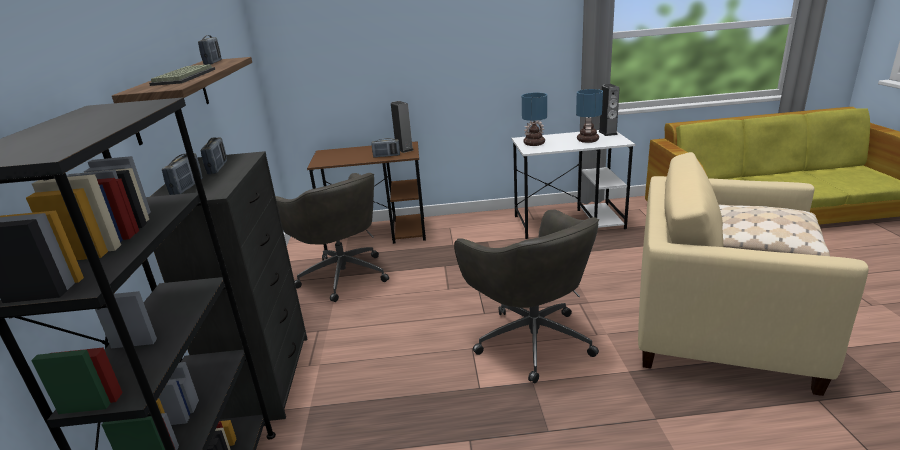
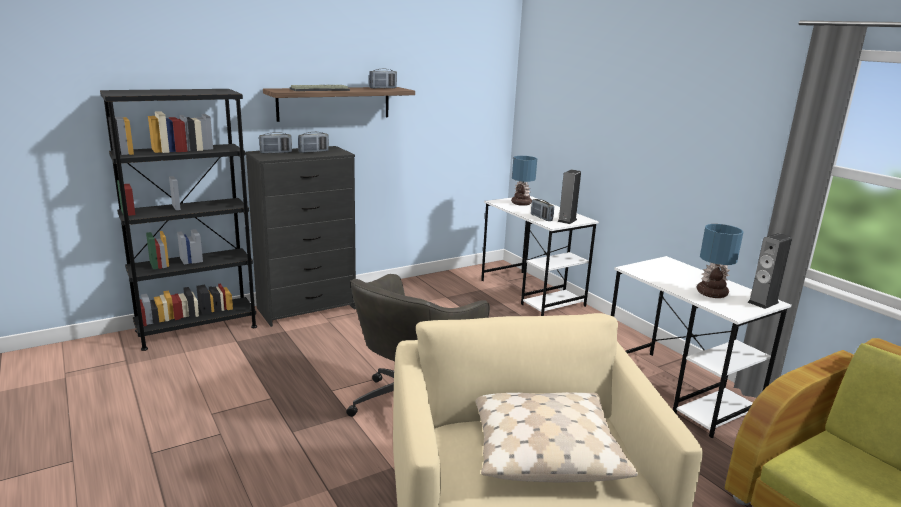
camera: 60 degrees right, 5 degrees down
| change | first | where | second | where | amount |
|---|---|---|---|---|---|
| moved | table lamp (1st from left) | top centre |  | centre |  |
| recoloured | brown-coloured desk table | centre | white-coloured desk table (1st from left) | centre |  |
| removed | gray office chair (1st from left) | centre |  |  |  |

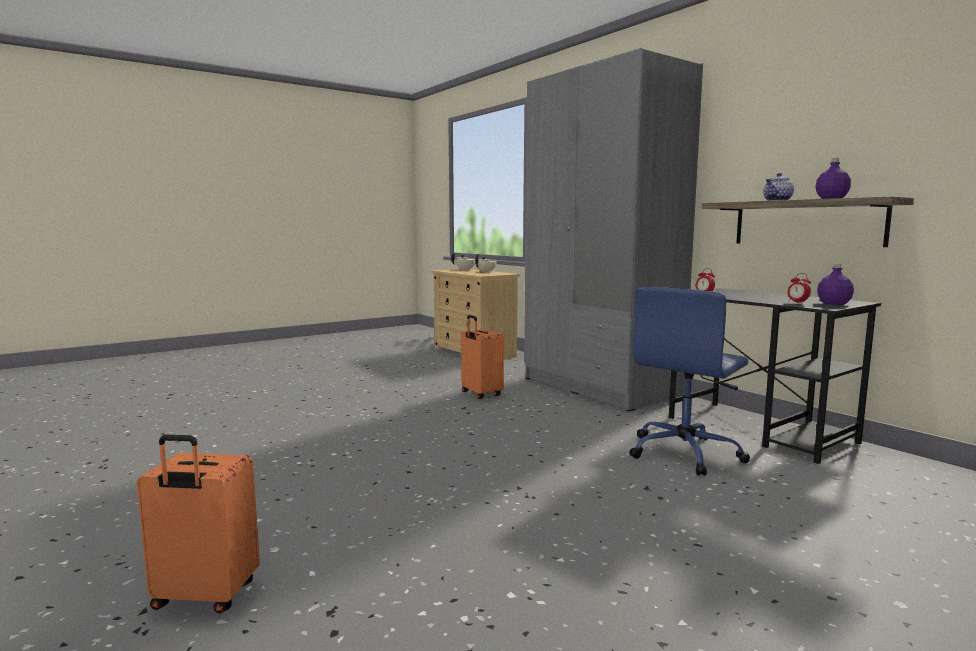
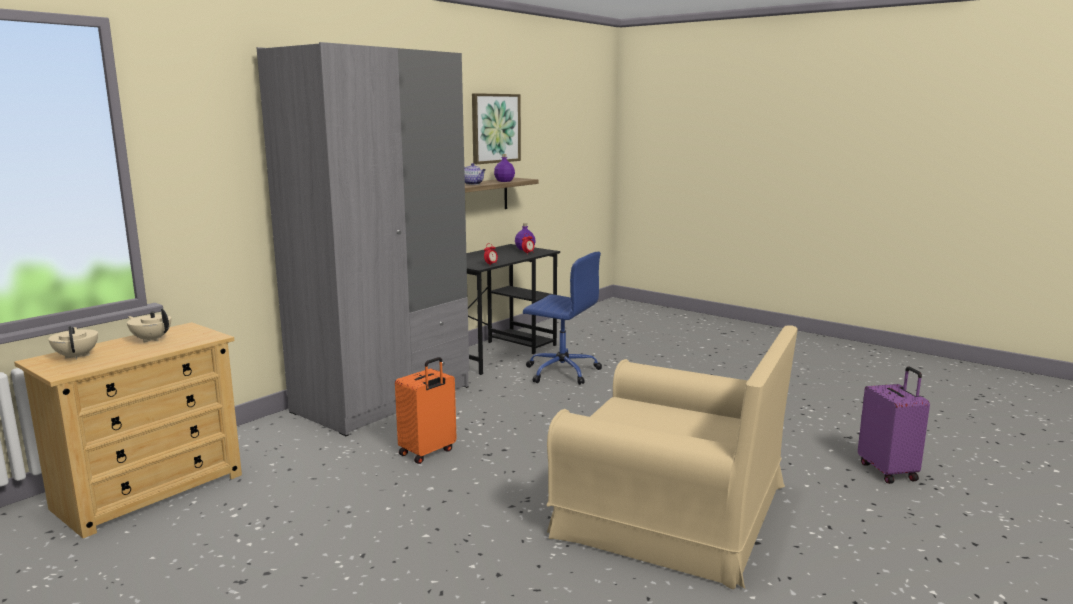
camera: 105 degrees left, 5 degrees up
| change | first | where | second | where | amount |
|---|---|---|---|---|---|
| recoloured | orange-coloured suitcase (1st from left) | bottom left | purple-coloured suitcase | bottom right |  |
| added |  |  | wall art | top centre |  |
| added |  |  | beige easy chair | bottom centre |  |

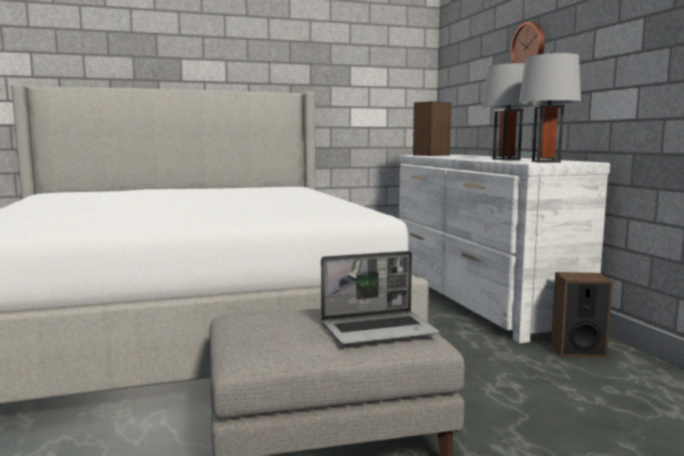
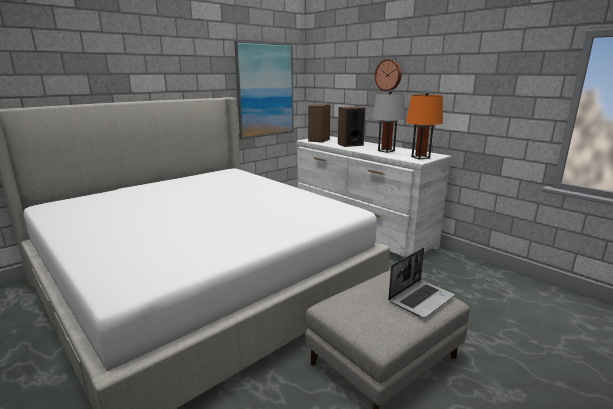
camera: 25 degrees left, 10 degrees up
| change | first | where | second | where | amount |
|---|---|---|---|---|---|
| recoloured | gray table lamp (2nd from left) | top right | orange-coloured table lamp | top right |  |
| moved | audio speaker (2nd from left) | bottom right |  | top centre |  |
| added |  |  | wall art | top centre |  |

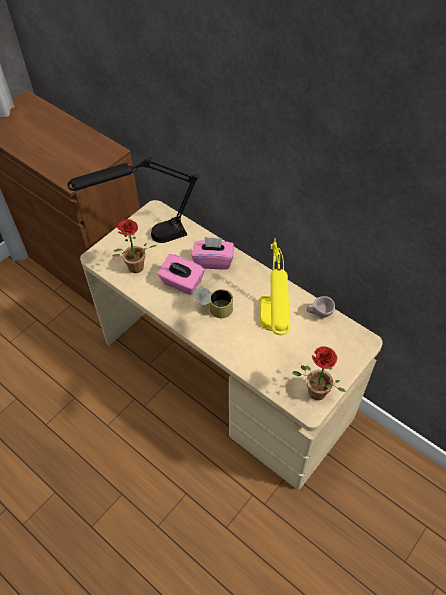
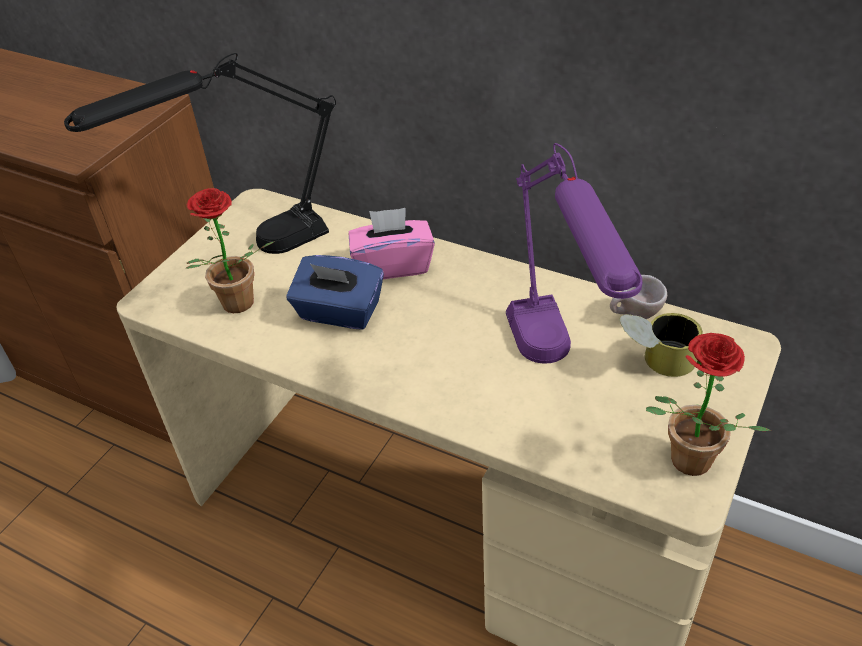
camera: 10 degrees left, 10 degrees down
| change | first | where | second | where | amount |
|---|---|---|---|---|---|
| recoloured | yellow-coloured table lamp | centre | purple-coloured table lamp | centre |  |
| recoloured | pink-coloured tissue box (1st from left) | centre | blue tissue box | centre |  |
| moved | sealed can | centre |  | middle right |  |

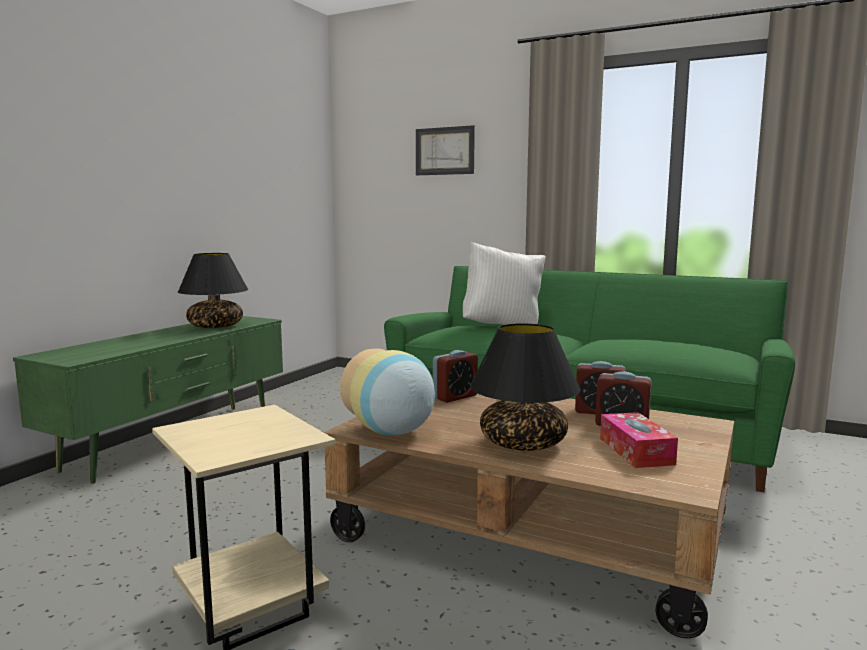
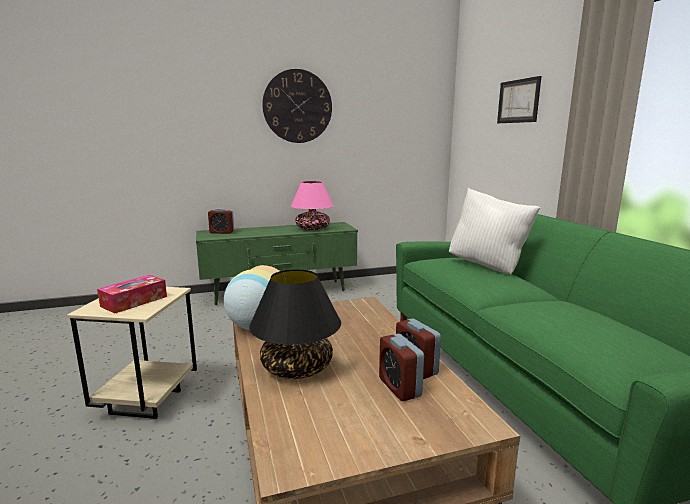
camera: 45 degrees right, 5 degrees up
| change | first | where | second | where | amount |
|---|---|---|---|---|---|
| recoloured | blackish table lamp (1st from left) | middle left | pink-coloured table lamp | centre |  |
| moved | table clock (1st from left) | centre |  | middle left |  |
| moved | tissue box | bottom right |  | middle left |  |
| added |  |  | clock on the wall | top centre |  |

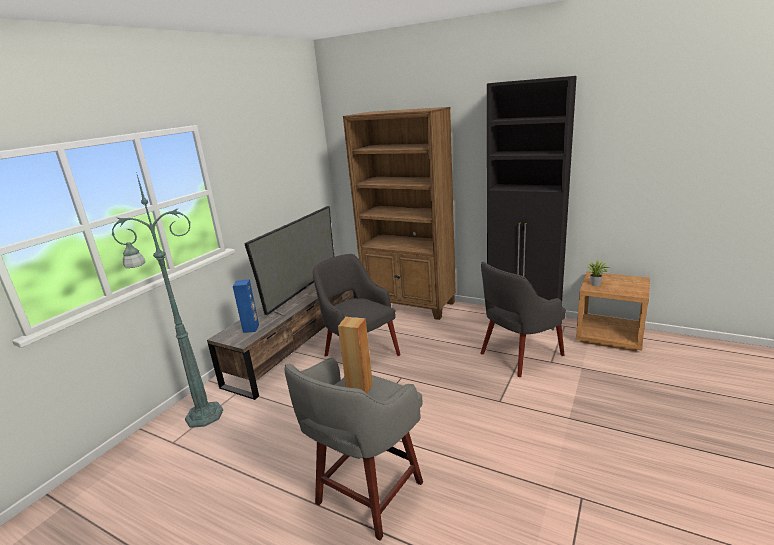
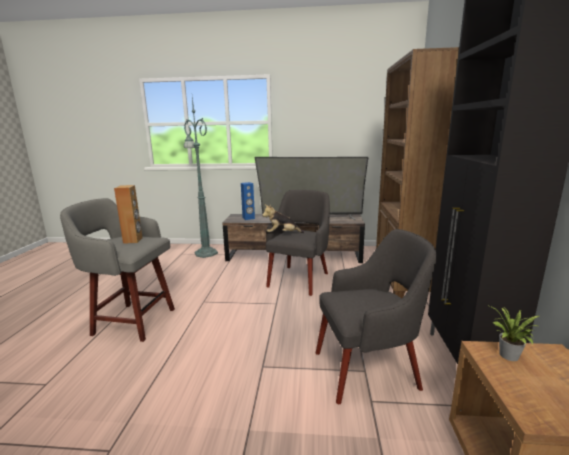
camera: 65 degrees right, 5 degrees down
| change | first | where | second | where | amount |
|---|---|---|---|---|---|
| turned | gray easy chair (2nd from left) | middle right |  | bottom centre | 135 degrees clockwise |
| added |  |  | plush toy | centre |  |

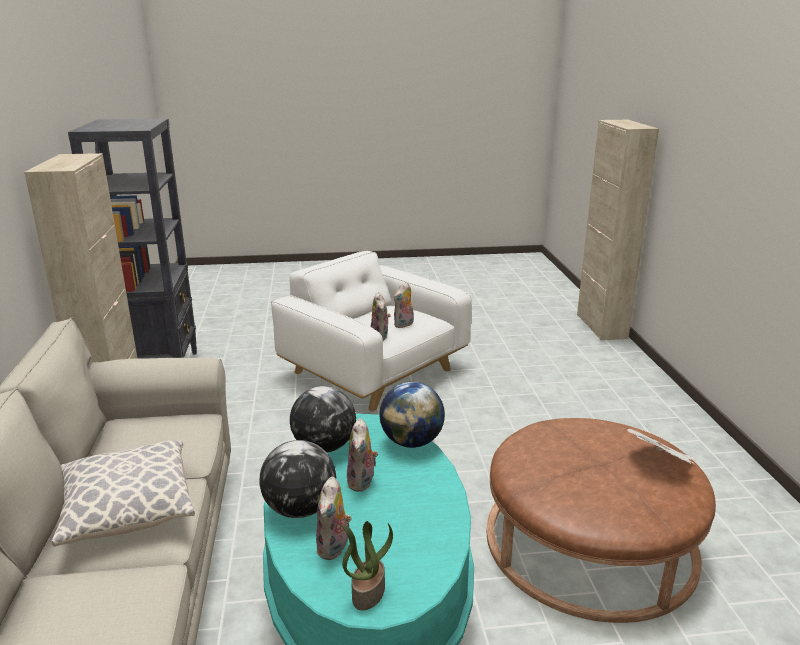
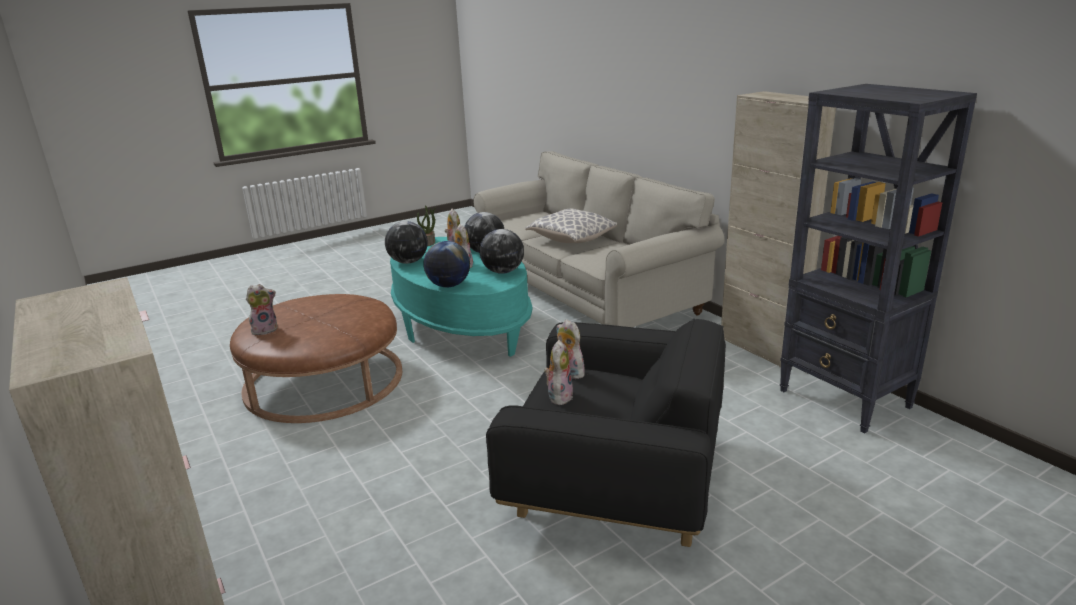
camera: 155 degrees right, 0 degrees up
| change | first | where | second | where | amount |
|---|---|---|---|---|---|
| recoloured | white-coloured easy chair | centre | blackish easy chair | bottom centre |  |
| replaced | printed paper | bottom right | plush toy (1st from left) | middle left |  |
| added |  |  | globe (1st from left) | centre |  |

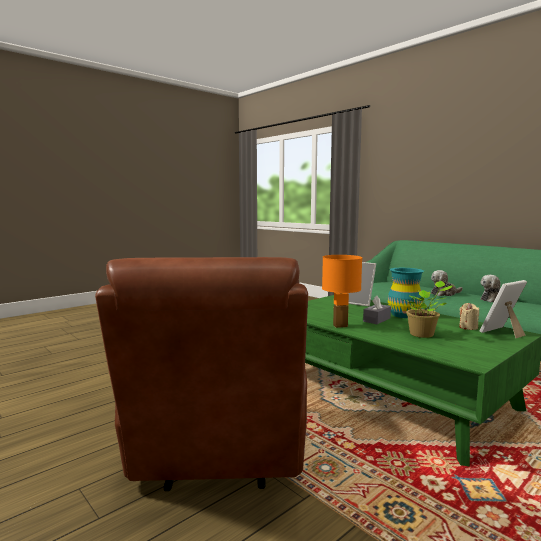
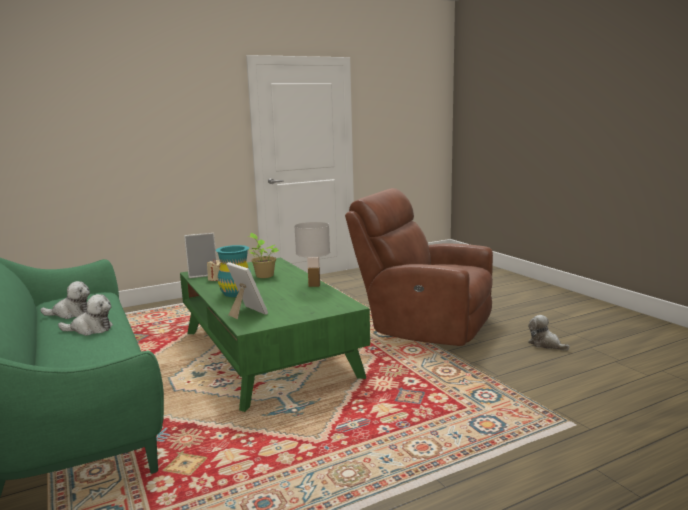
camera: 165 degrees left, 5 degrees up
| change | first | where | second | where | amount |
|---|---|---|---|---|---|
| recoloured | orange-coloured table lamp | centre | white-coloured table lamp | centre |  |
| turned | brown-coloured easy chair | bottom centre |  | centre | 75 degrees counterclockwise |
| removed | gray tissue box | middle right |  |  |  |
| added |  |  | plush toy (3rd from left) | middle right |  |

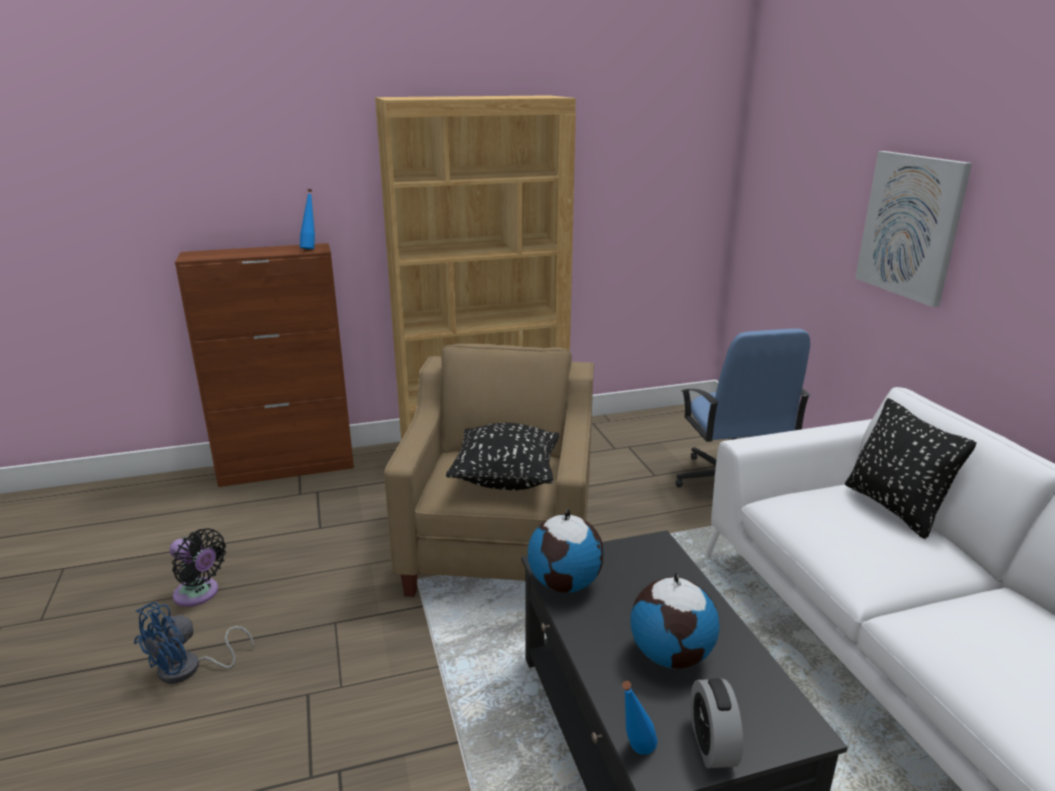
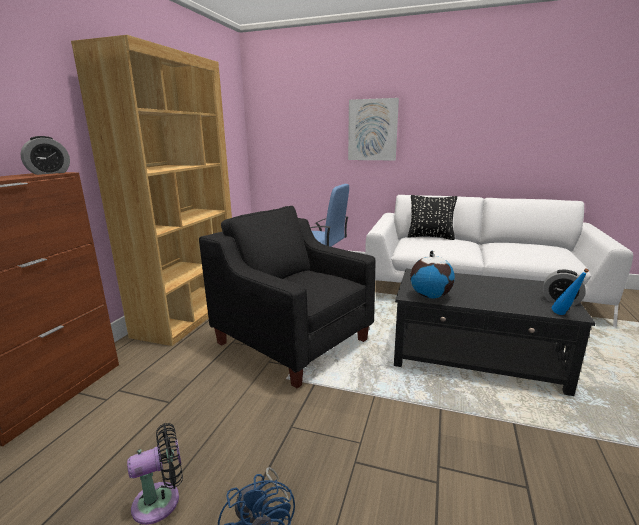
camera: 55 degrees left, 5 degrees down
| change | first | where | second | where | amount |
|---|---|---|---|---|---|
| replaced | blue bottle (1st from left) | top left | table clock (1st from left) | top left |  |
| recoloured | beige easy chair | centre | blackish easy chair | centre |  |
| removed | blackish pillow (1st from left) | centre |  |  |  |
| removed | globe (2nd from left) | bottom centre |  |  |  |

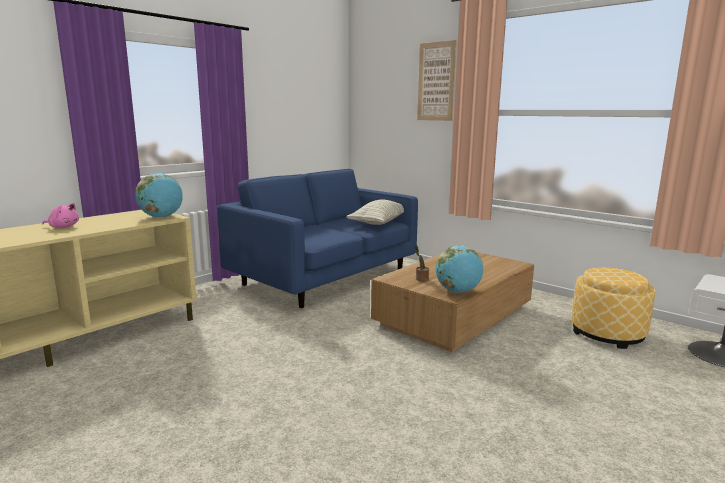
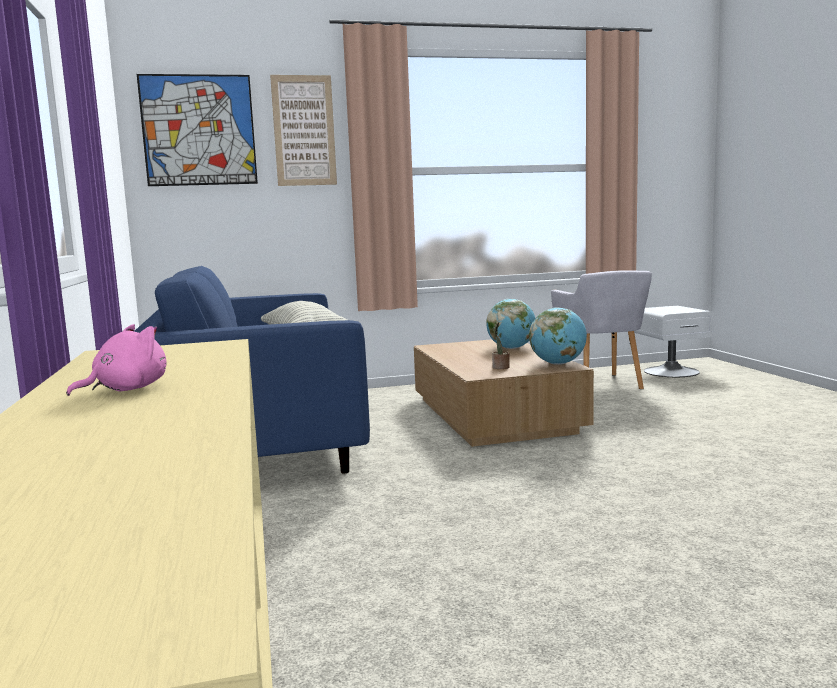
camera: 55 degrees left, 5 degrees down
| change | first | where | second | where | amount |
|---|---|---|---|---|---|
| moved | globe (1st from left) | middle left |  | centre |  |
| replaced | ottoman | middle right | gray easy chair | middle right |  |
| added |  |  | wall art (1st from left) | top left |  |

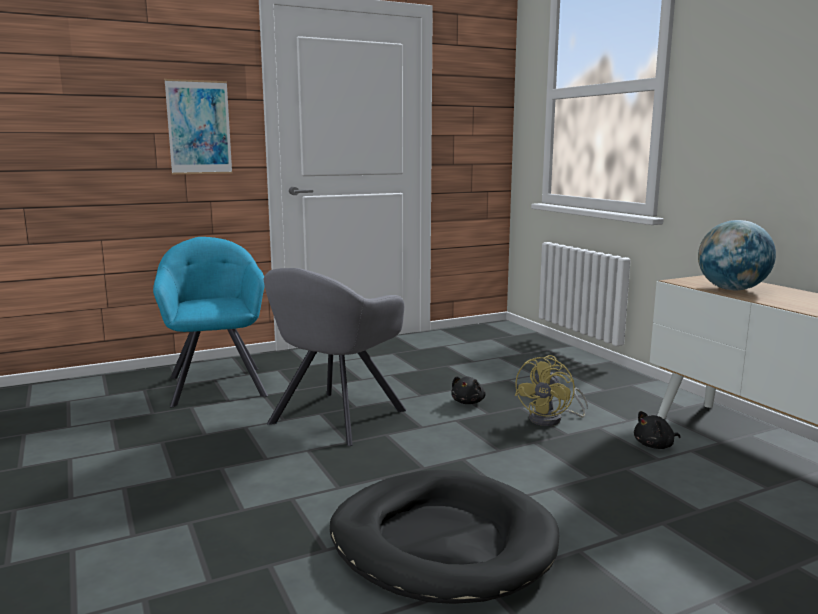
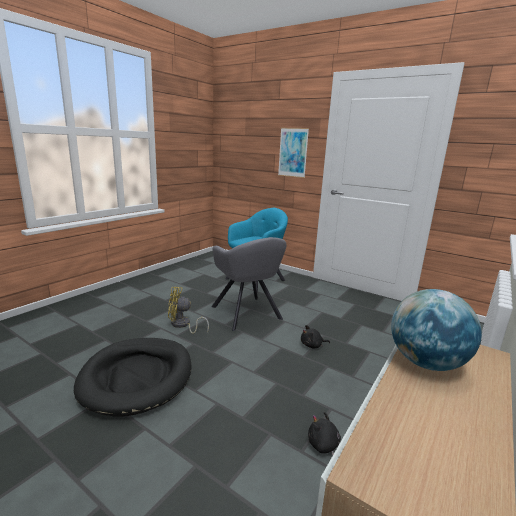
camera: 60 degrees right, 5 degrees up
| change | first | where | second | where | amount |
|---|---|---|---|---|---|
| turned | gray easy chair | centre |  | centre | 120 degrees counterclockwise |
| moved | yellow-coloured cooling fan | middle right |  | centre |  |

